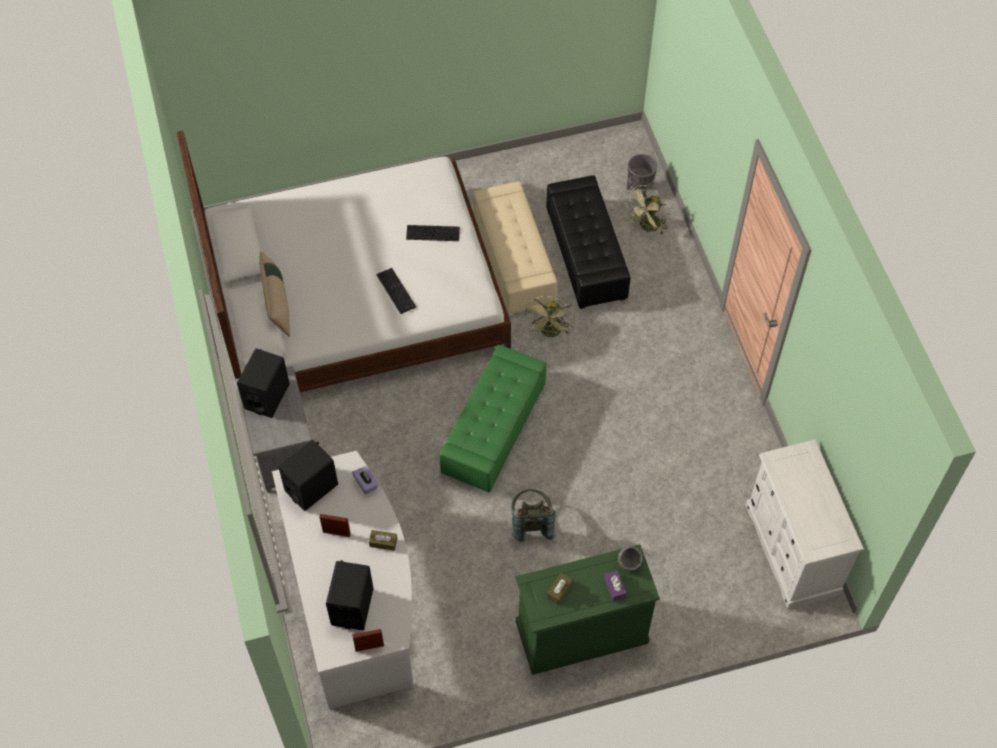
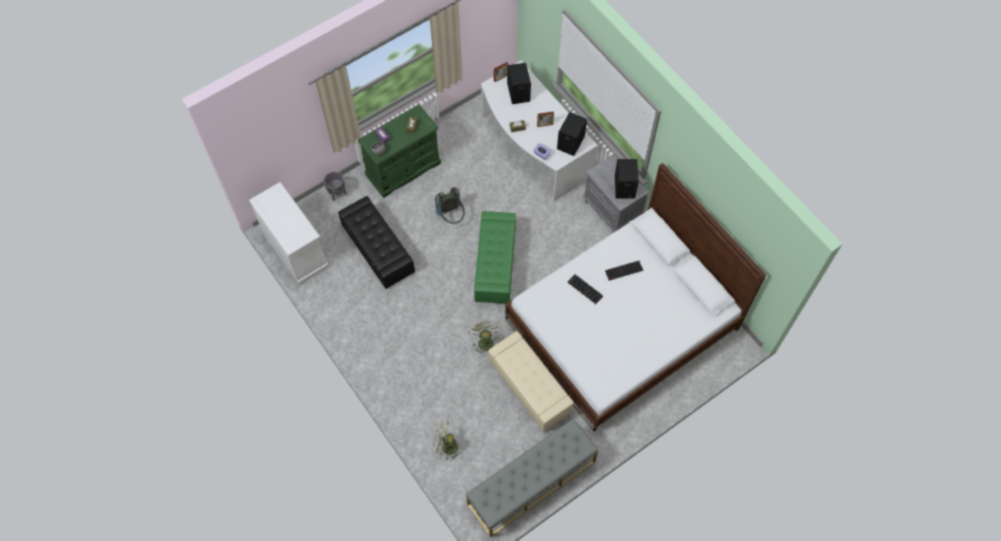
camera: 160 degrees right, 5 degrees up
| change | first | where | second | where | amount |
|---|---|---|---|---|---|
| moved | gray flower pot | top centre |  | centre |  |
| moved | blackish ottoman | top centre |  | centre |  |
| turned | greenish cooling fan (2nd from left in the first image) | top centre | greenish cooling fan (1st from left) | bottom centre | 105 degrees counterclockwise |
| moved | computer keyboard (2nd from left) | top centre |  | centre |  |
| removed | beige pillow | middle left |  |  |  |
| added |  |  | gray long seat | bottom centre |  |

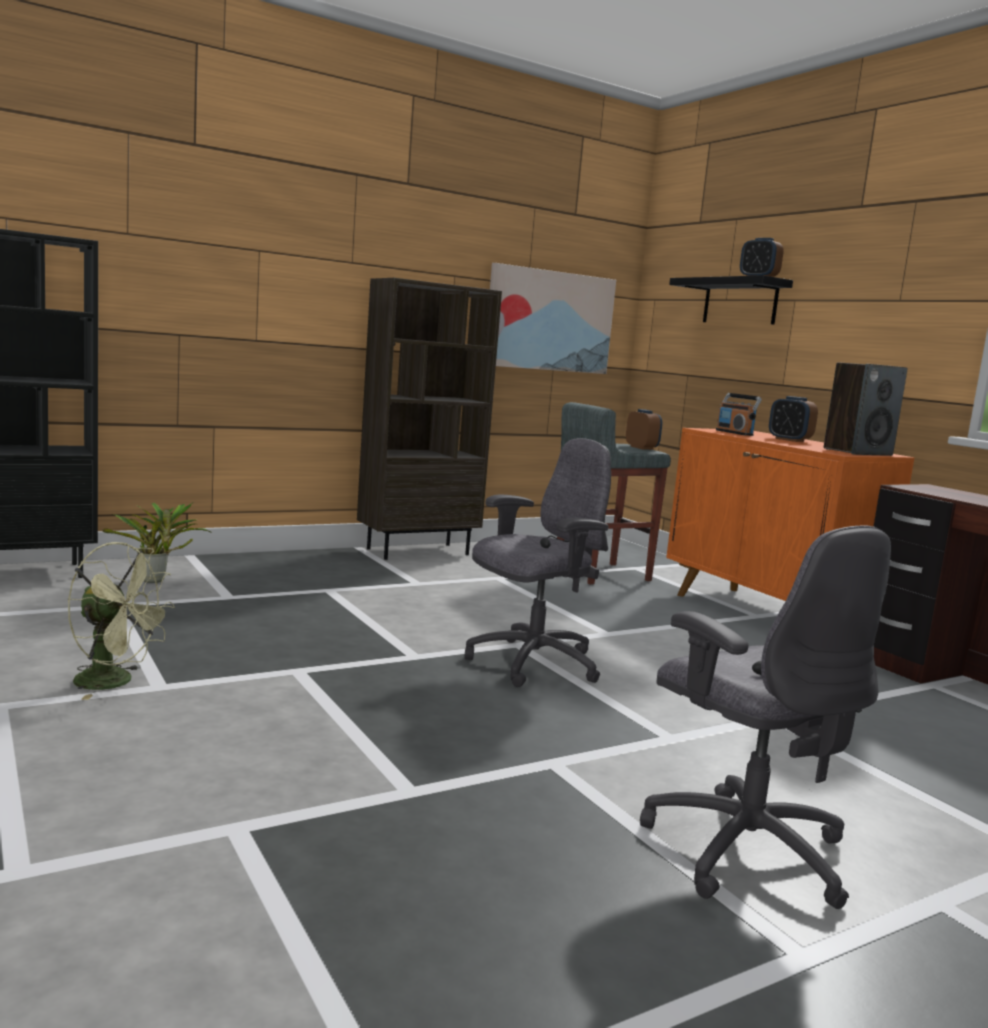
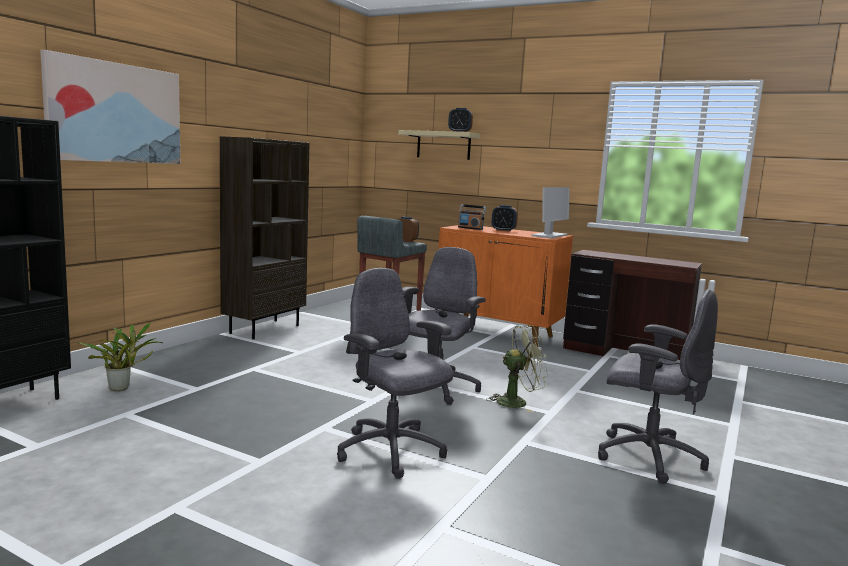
camera: 30 degrees left, 0 degrees up
| change | first | where | second | where | amount |
|---|---|---|---|---|---|
| moved | wall art | top centre |  | top left |  |
| recoloured | blackish shelf | top right | beige shelf | top centre |  |
| replaced | audio speaker | middle right | computer screen | centre |  |
| moved | greenish cooling fan | middle left |  | centre |  |
| added |  |  | gray office chair (1st from left) | centre |  |

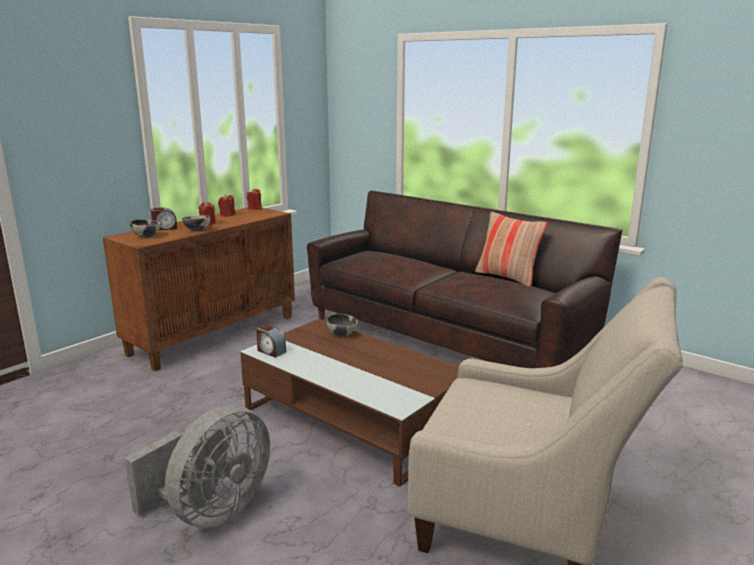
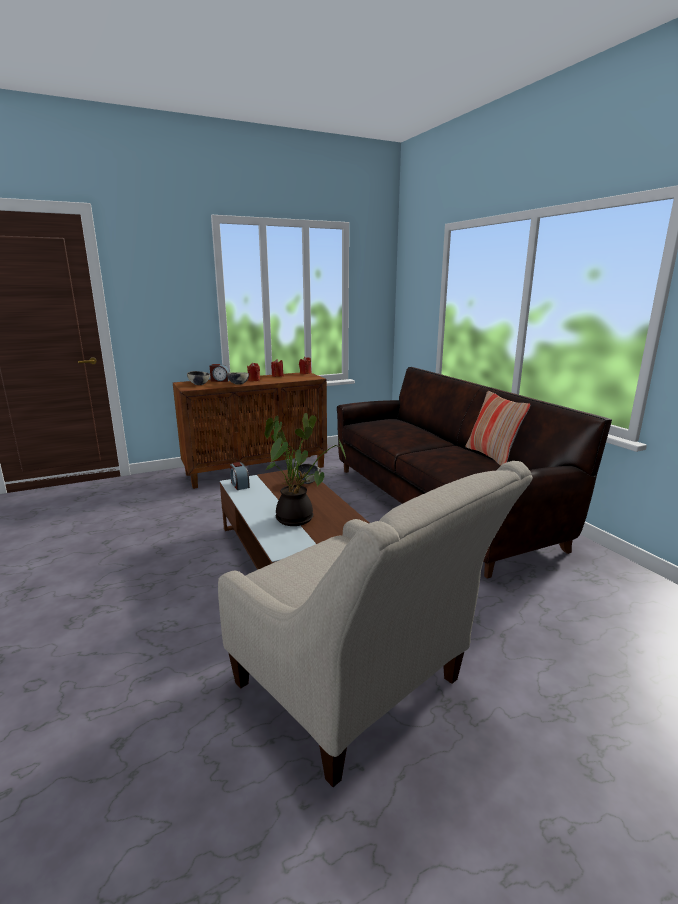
camera: 25 degrees right, 0 degrees up
| change | first | where | second | where | amount |
|---|---|---|---|---|---|
| removed | gray cooling fan | bottom left |  |  |  |
| added |  |  | houseplant | centre |  |

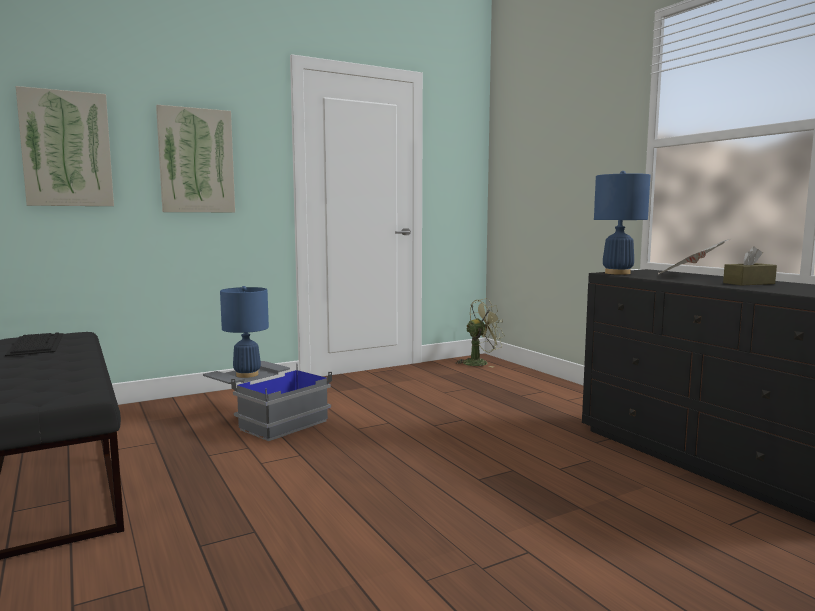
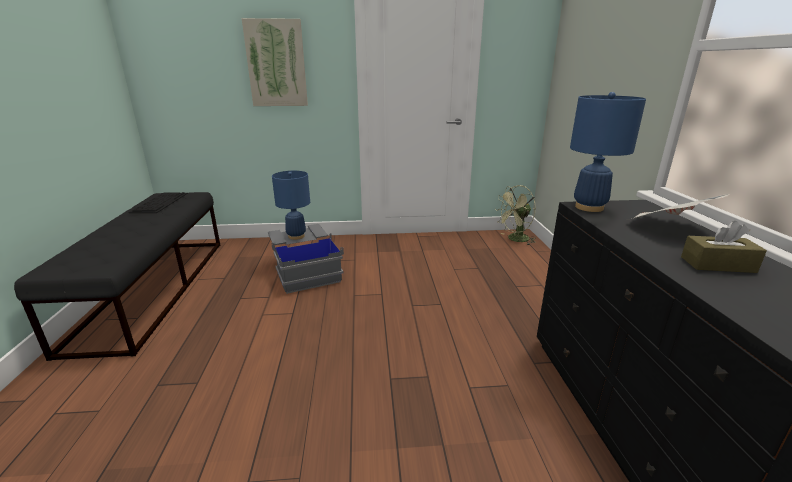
camera: 25 degrees right, 15 degrees up
| change | first | where | second | where | amount |
|---|---|---|---|---|---|
| removed | wall art (1st from left) | top left |  |  |  |
| turned | greenish cooling fan | centre |  | centre | 150 degrees clockwise |

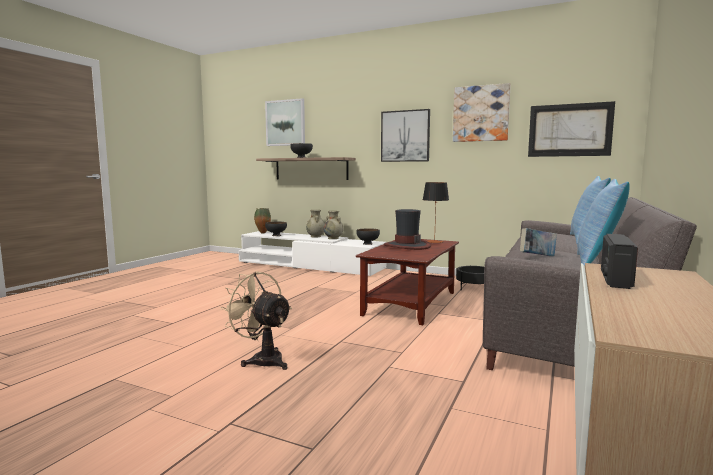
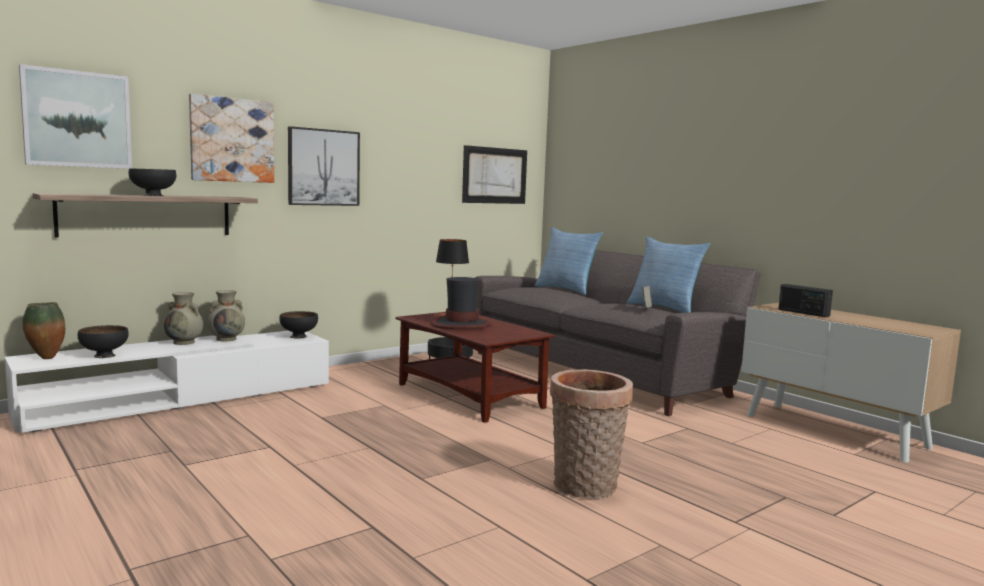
camera: 65 degrees left, 0 degrees up
| change | first | where | second | where | amount |
|---|---|---|---|---|---|
| moved | wall art (3rd from left in the first image) | top right | wall art (2nd from left) | top left |  |
| replaced | beige cooling fan | bottom centre | household basket | bottom centre |  |

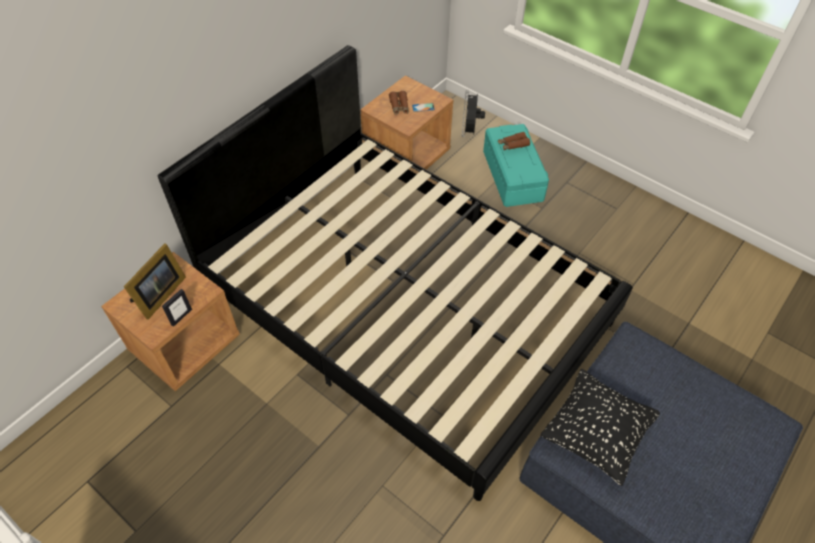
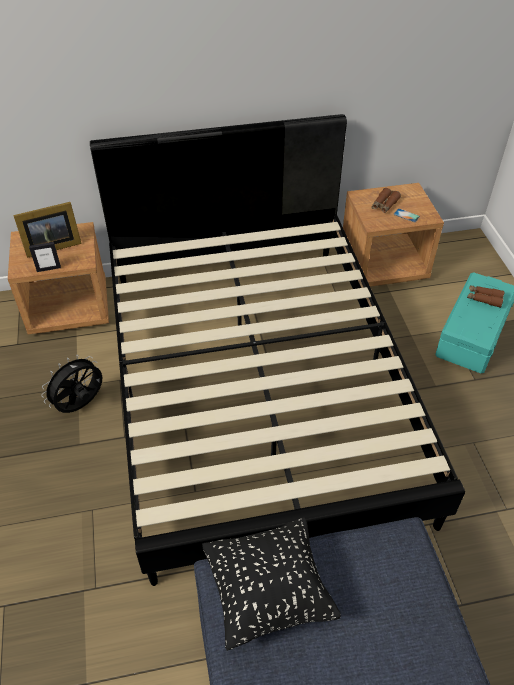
camera: 40 degrees right, 5 degrees down
| change | first | where | second | where | amount |
|---|---|---|---|---|---|
| moved | blackish cooling fan | top centre |  | middle left |  |

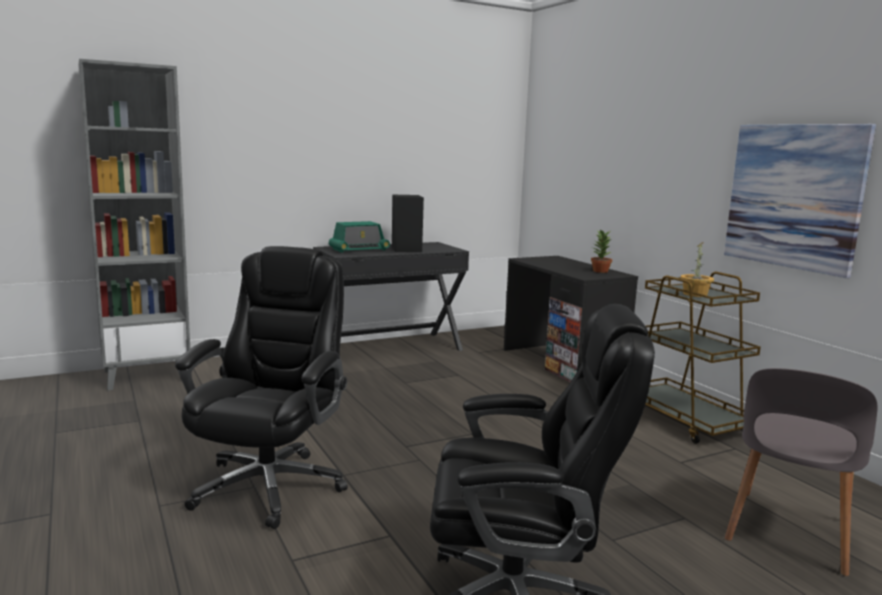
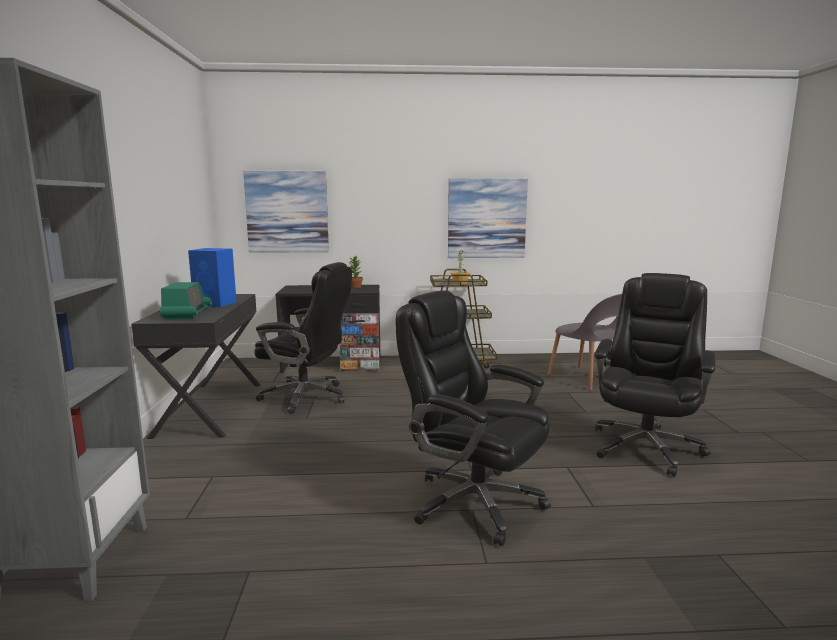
camera: 65 degrees left, 0 degrees up
| change | first | where | second | where | amount |
|---|---|---|---|---|---|
| recoloured | blackish audio speaker | centre | blue audio speaker | middle left |  |
| added |  |  | wall art (1st from left) | top centre |  |
| added |  |  | blackish office chair (1st from left) | centre |  |

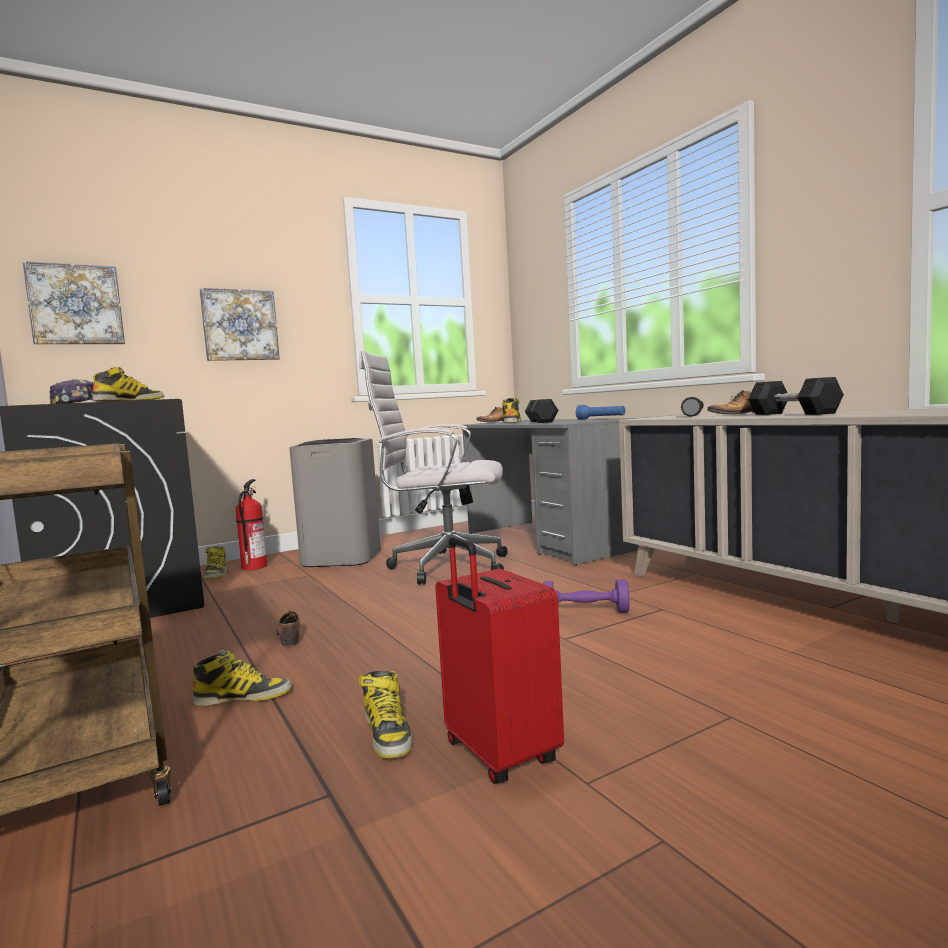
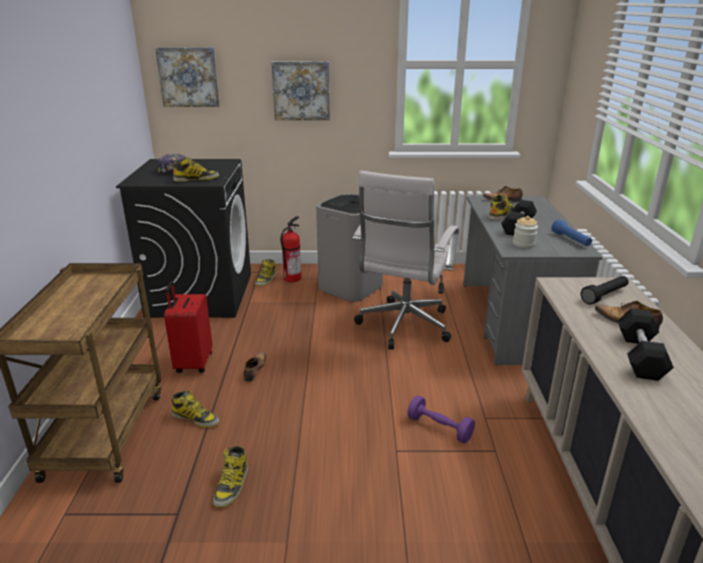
camera: 30 degrees right, 20 degrees up
| change | first | where | second | where | amount |
|---|---|---|---|---|---|
| turned | white-coloured office chair | centre |  | centre | 105 degrees counterclockwise |
| moved | reddish suitcase | bottom centre |  | middle left |  |
| added |  |  | storage jar | middle right |  |

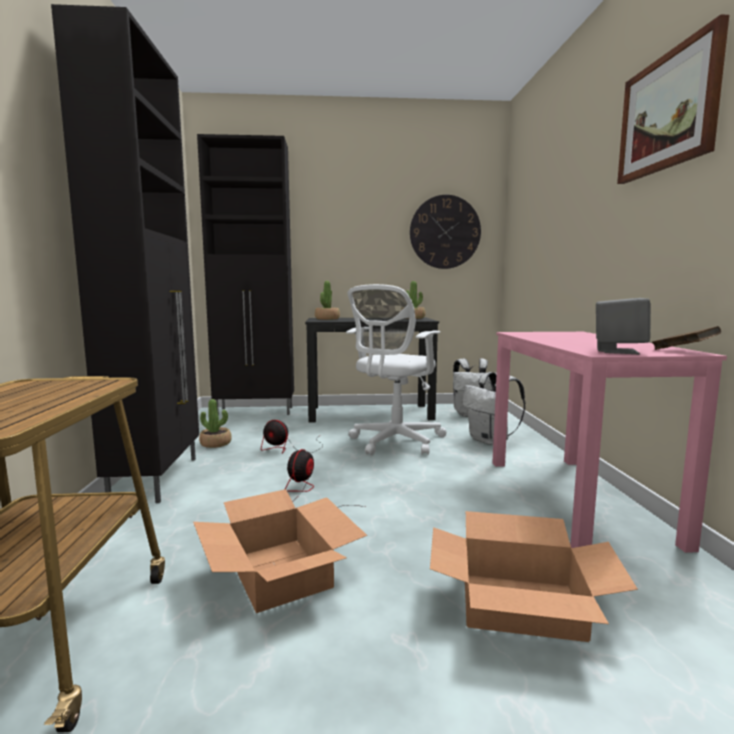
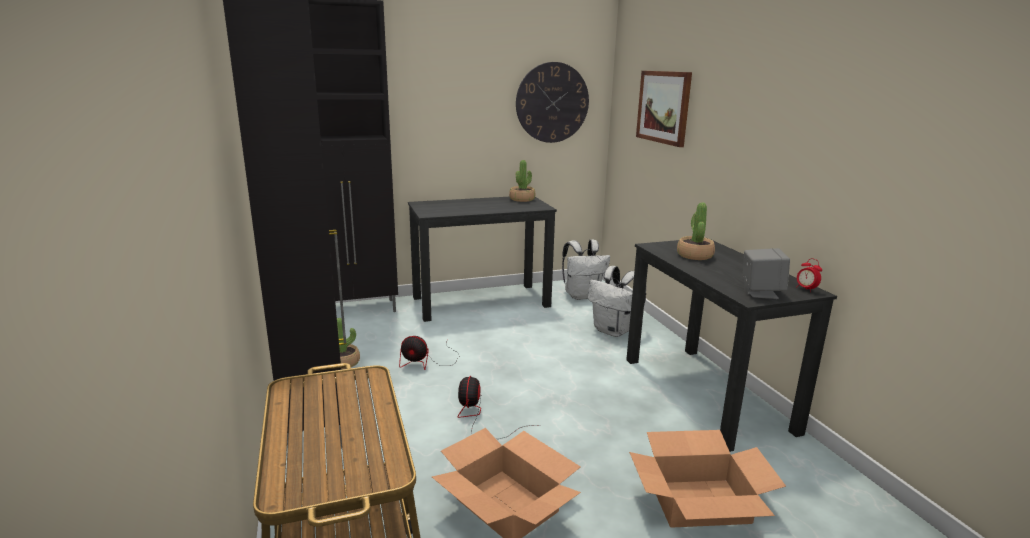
camera: 15 degrees left, 10 degrees up
| change | first | where | second | where | amount |
|---|---|---|---|---|---|
| moved | wall art | top right |  | top centre |  |
| moved | houseplant (2nd from left in the first image) | centre | houseplant (3rd from left) | middle right |  |
| removed | white-coloured office chair | centre |  |  |  |
| replaced | brown-coloured bound book | middle right | table clock | middle right |  |
| recoloured | pink-coloured desk table | middle right | blackish desk table (2nd from left) | middle right |  |

